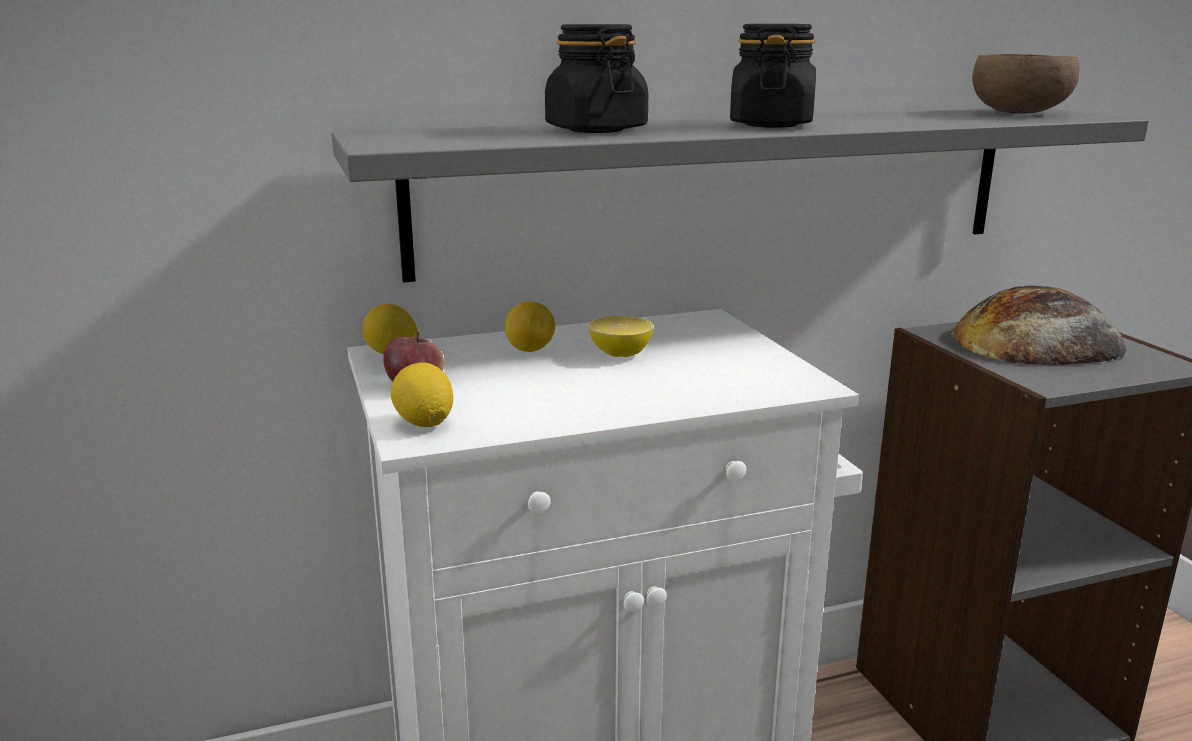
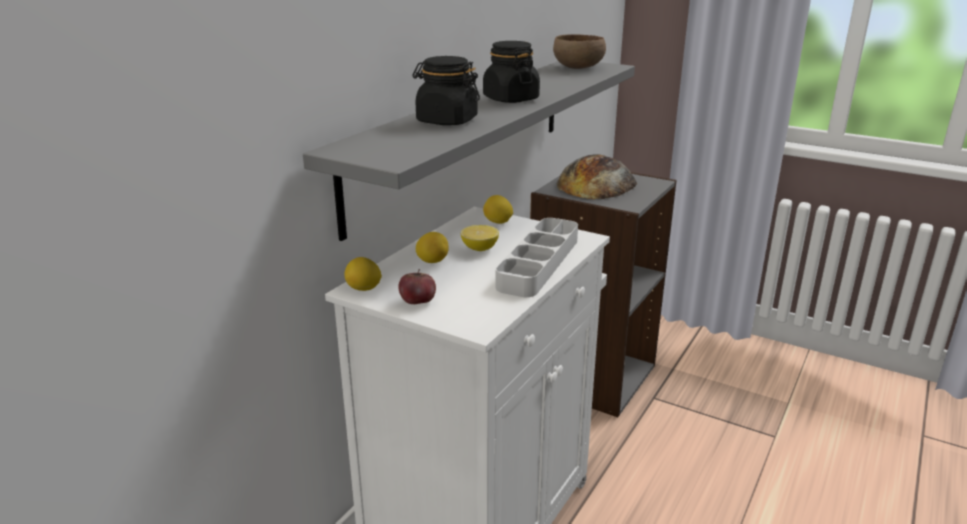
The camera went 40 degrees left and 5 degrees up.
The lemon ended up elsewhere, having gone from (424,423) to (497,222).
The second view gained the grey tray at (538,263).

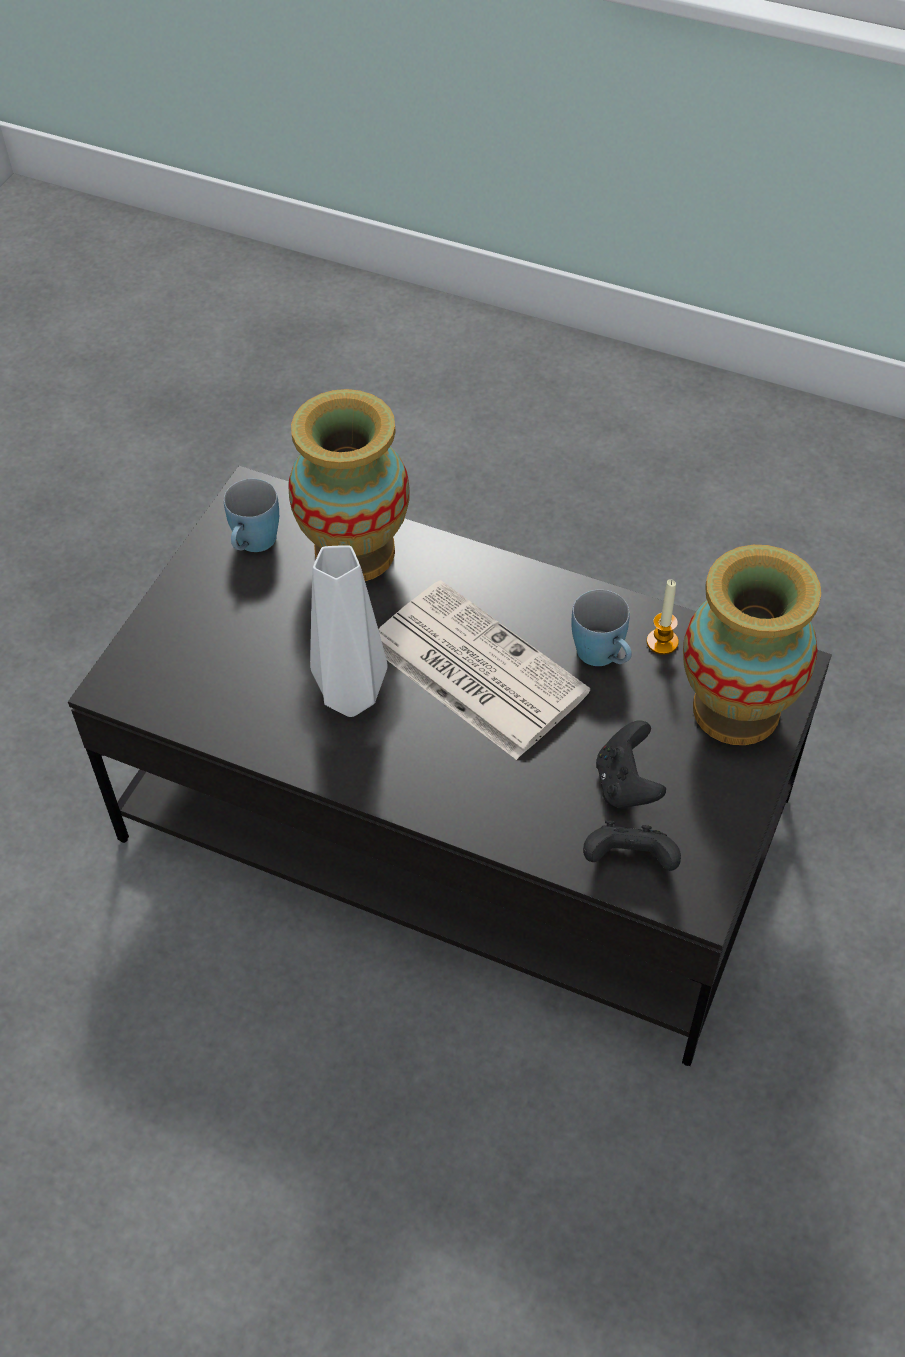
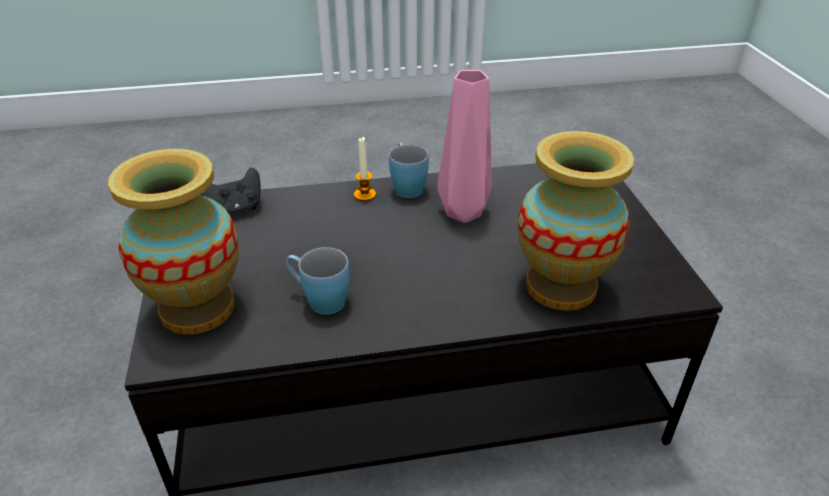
The camera went 145 degrees right and 15 degrees down.
The blue mug ended up elsewhere, having gone from (253,545) to (406,186).
What was the white vase at (351,694) turned into the pink vase at (465,214).
The second view lost the newspaper at (473,669).
The second view lost the black game controller at (626,784).
The candle ended up elsewhere, having gone from (662,642) to (364,195).

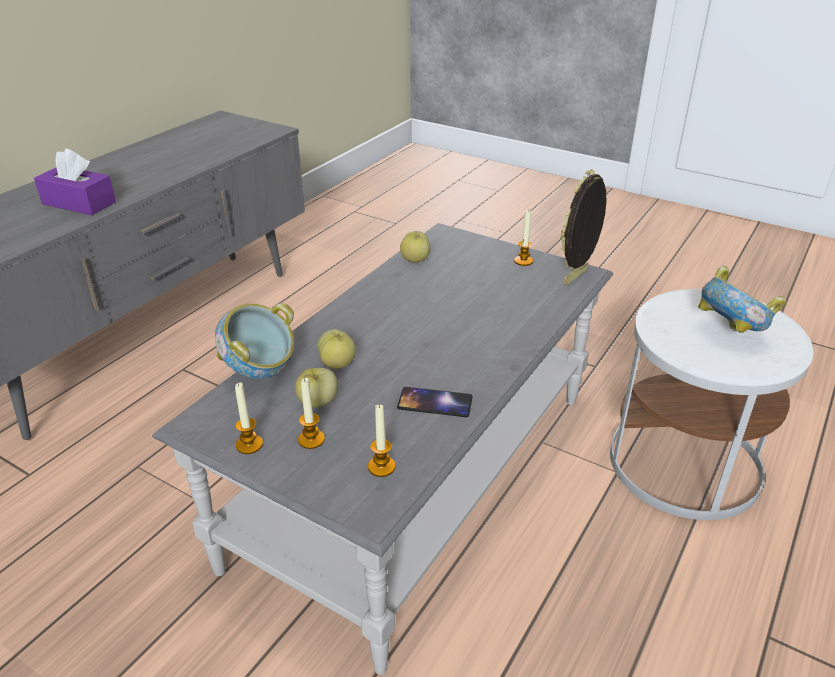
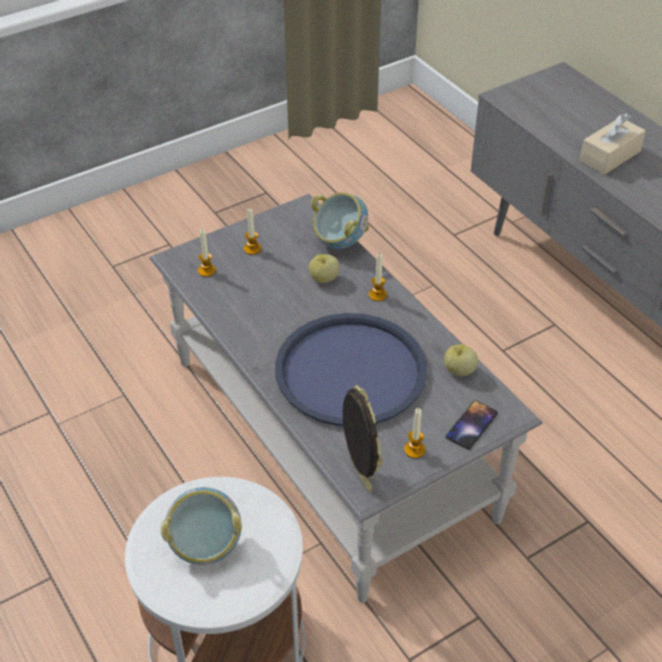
The camera went 115 degrees right and 10 degrees up.
What was the purple tissue box at (79,203) turned into the beige tissue box at (610,156).
The candle ended up elsewhere, having gone from (249,445) to (377,295).
The second view lost the apple at (317,402).
The phone ended up elsewhere, having gone from (435,403) to (471,425).
The second view gained the blue tray at (350,370).

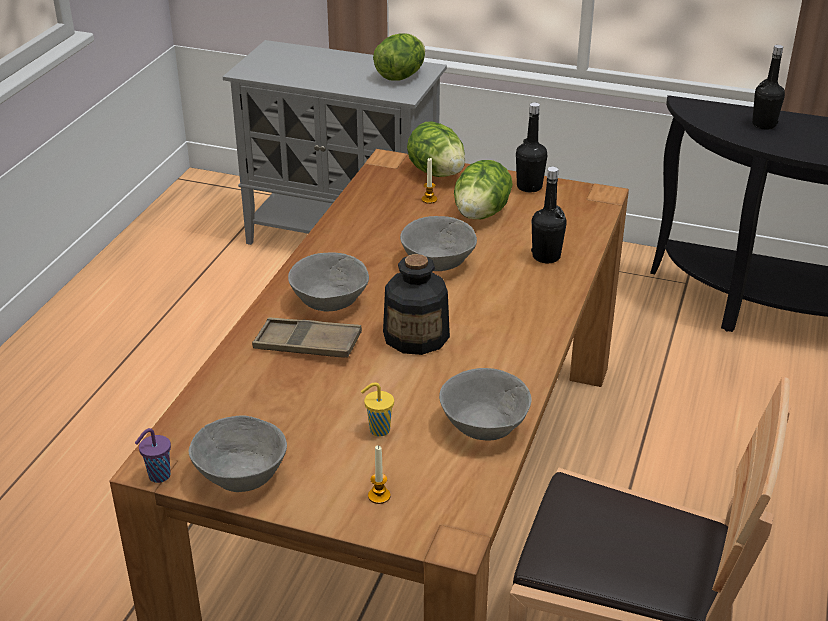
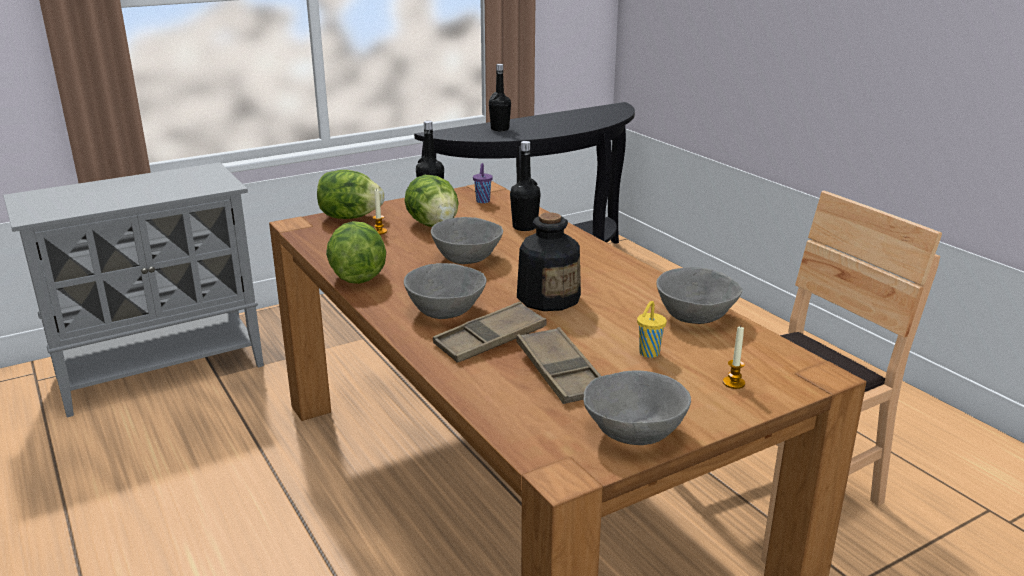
The camera went 50 degrees left and 10 degrees down.
The purple cup ended up elsewhere, having gone from (158,476) to (482,201).
The lettuce ended up elsewhere, having gone from (400,76) to (357,276).
The second view gained the brown tray at (561,372).

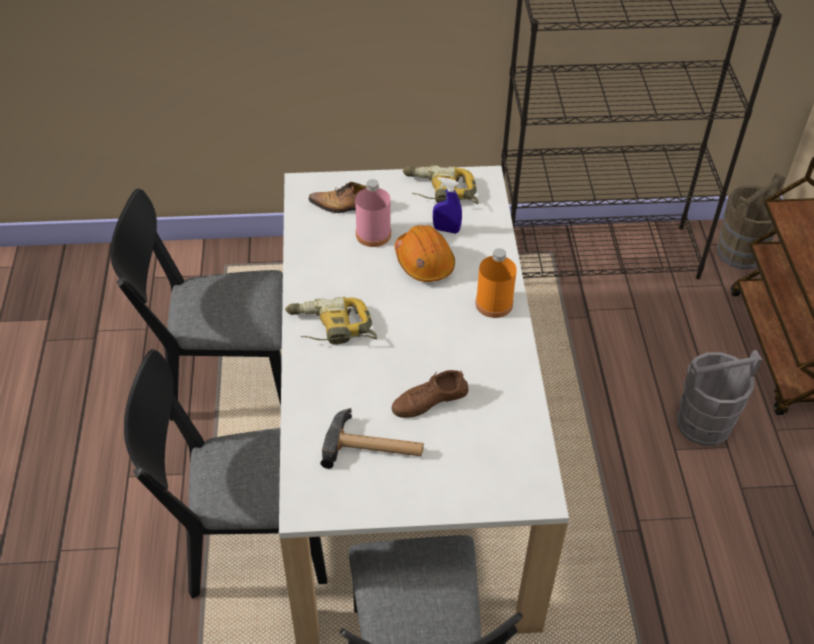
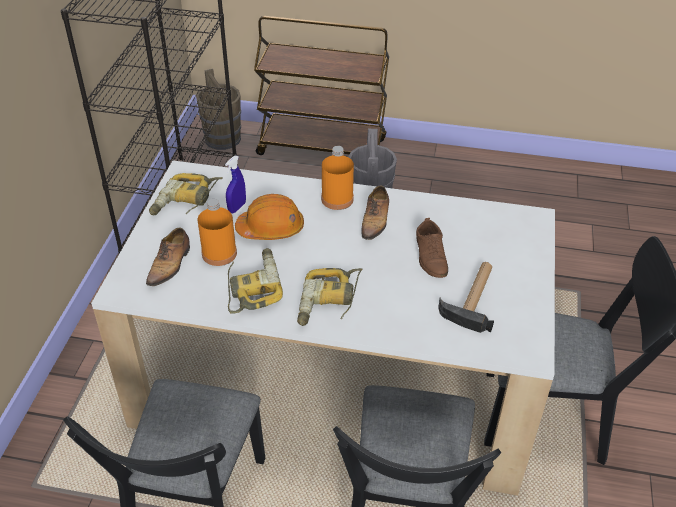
The camera went 75 degrees left and 5 degrees down.
What was the pink bottle at (373,234) turned into the orange bottle at (219,253).
The second view gained the power drill at (252,286).
The second view gained the shoe at (375,221).

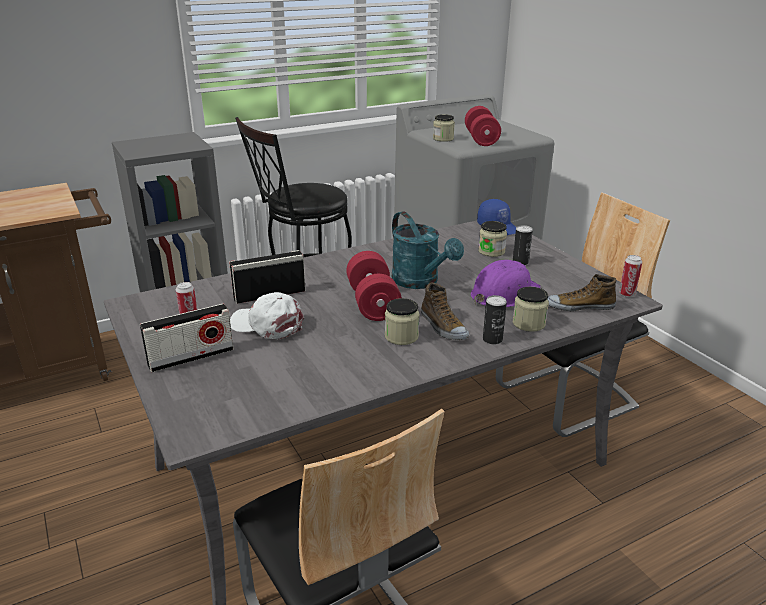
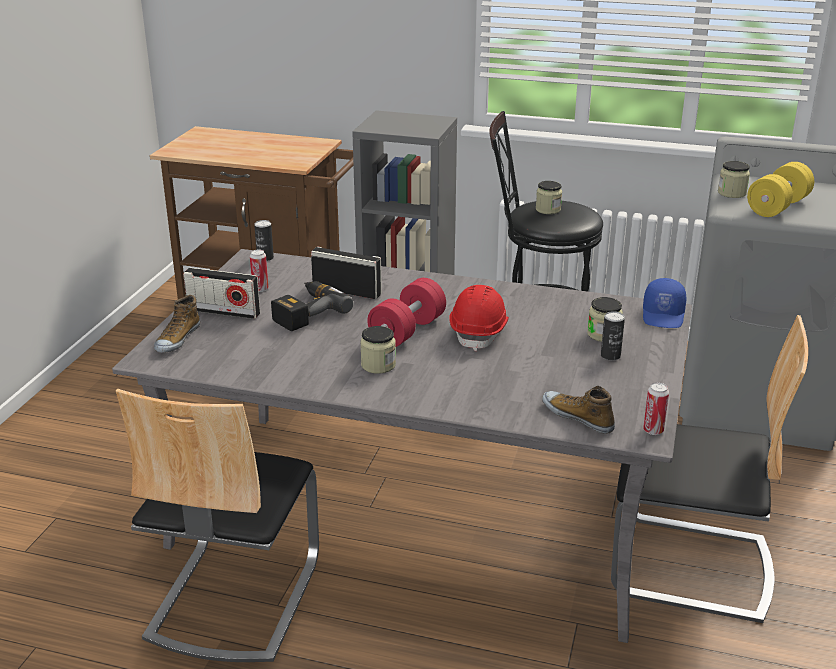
The camera went 45 degrees right and 0 degrees up.
Where the white cap stood at (267,324), the power drill came to stand at (305,312).
Where the turquoise watering can stood at (420,282), the red hard hat came to stand at (479,332).
The shoe ended up elsewhere, having gone from (443,327) to (177,339).
What was the red dumbbell at (481,139) turned into the yellow dumbbell at (777,207).
The second view lost the purple hard hat at (503,294).
The can ended up elsewhere, having gone from (492,339) to (265,258).
The jar ended up elsewhere, having gone from (528,323) to (548,209).

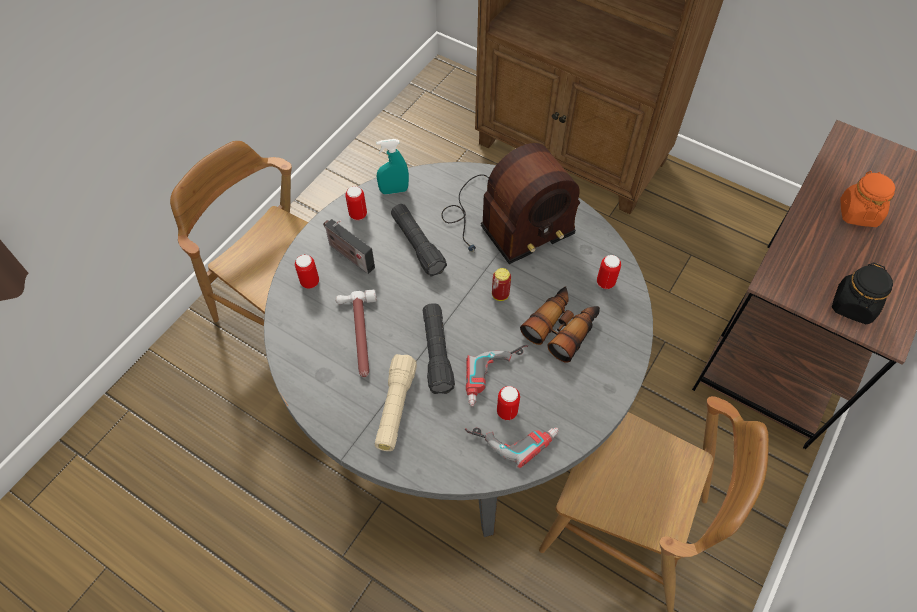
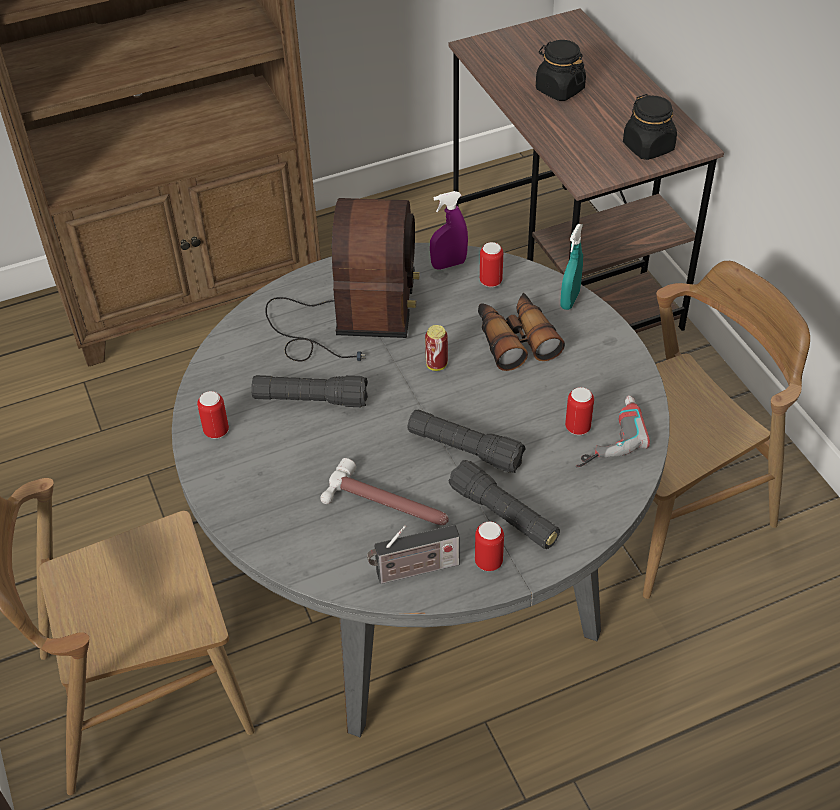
The camera went 55 degrees left and 10 degrees down.
The can ended up elsewhere, having gone from (310,282) to (488,562).
The radio ended up elsewhere, having gone from (349,255) to (414,570).
What was the beige flashlight at (395,407) turned into the black flashlight at (504,515).
The turquoise spray bottle ended up elsewhere, having gone from (394,190) to (570,300).
The second view lost the power drill at (497,378).
What was the orange jar at (858,213) turned into the black jar at (559,89).
The second view gained the purple spray bottle at (448,264).

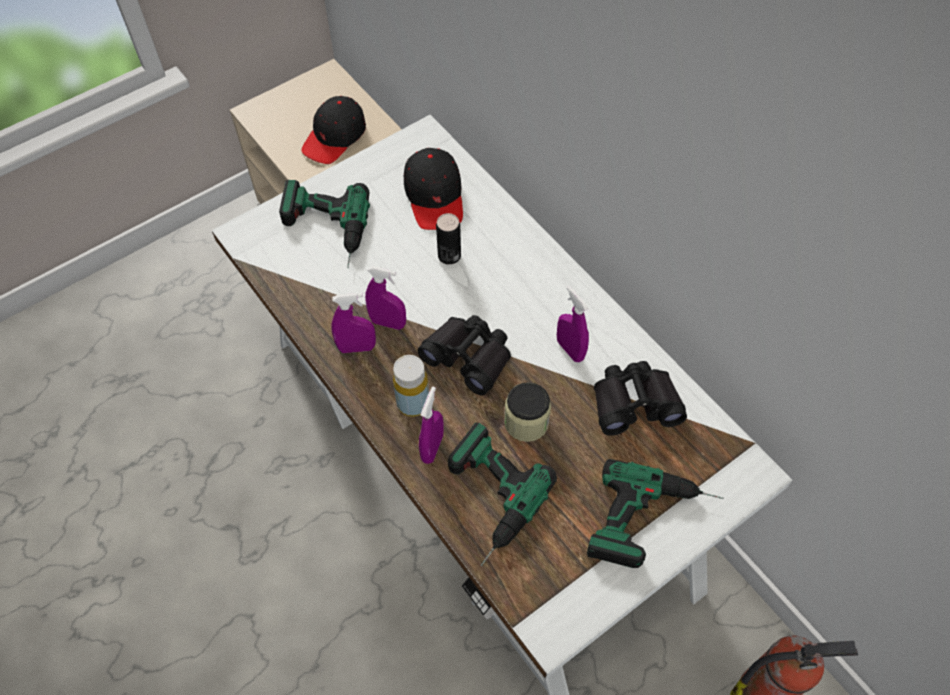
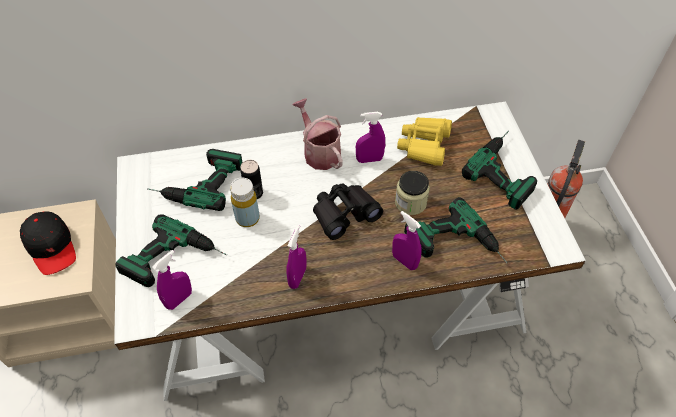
The camera went 65 degrees left and 5 degrees down.
The purple spray bottle ended up elsewhere, having gone from (388,323) to (179,299).
The yellow bottle ended up elsewhere, having gone from (413,403) to (247,218).
Where the black cap stood at (435,196), the power drill came to stand at (196,182).
What was the black binoculars at (634,403) turned into the yellow binoculars at (424,145).
The second view gained the watering can at (319,152).

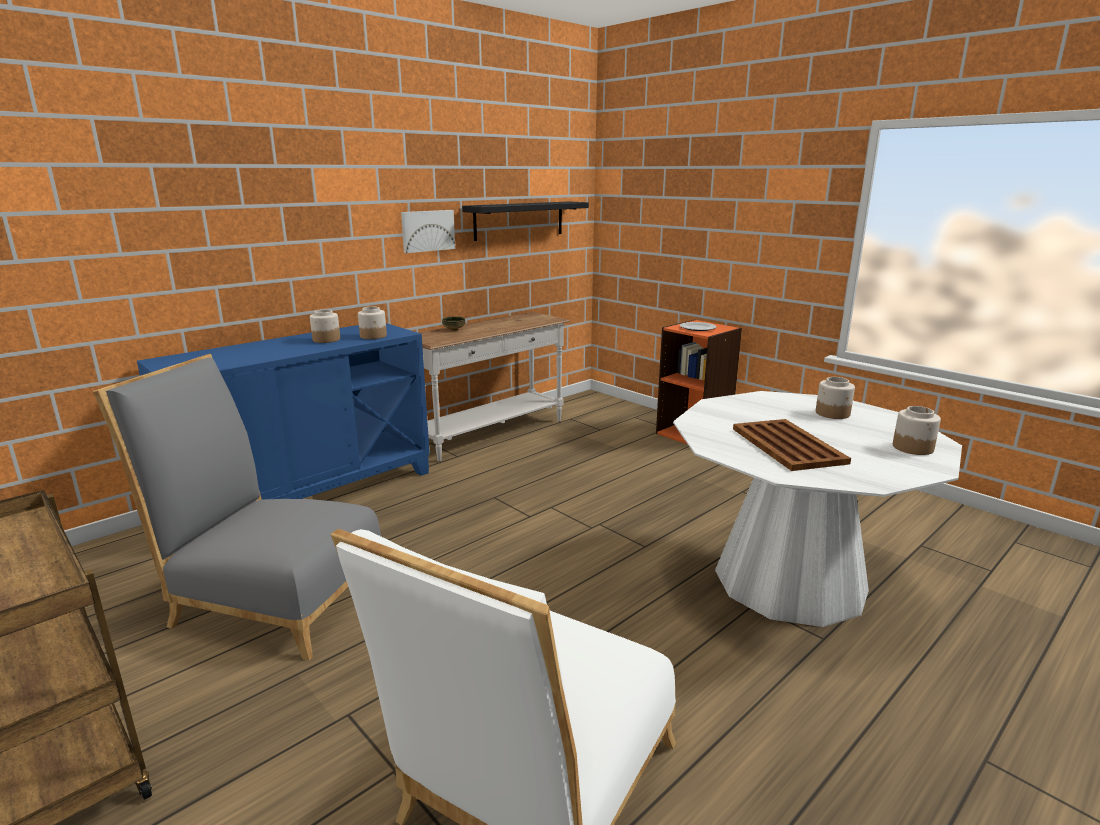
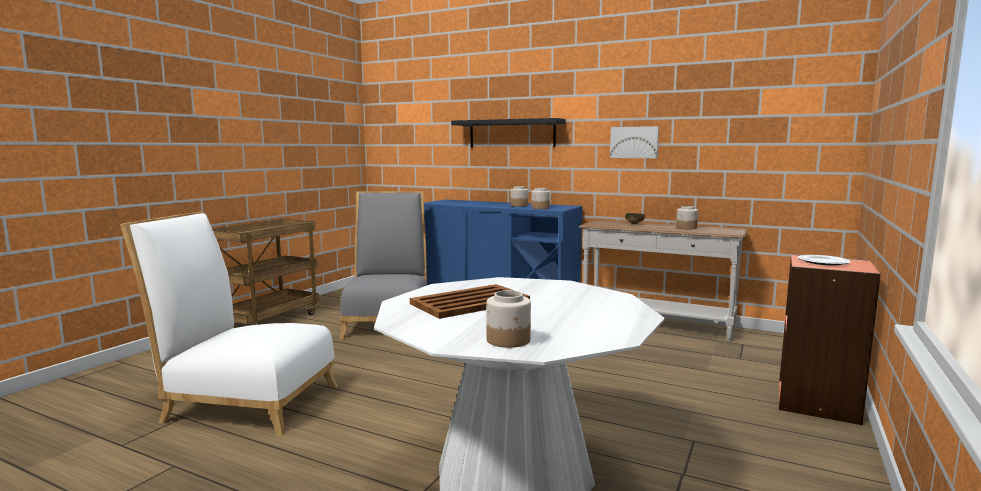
The camera went 70 degrees right and 10 degrees down.
The black shelf ended up elsewhere, having gone from (519,220) to (511,133).
The jar ended up elsewhere, having gone from (833,413) to (686,228).

